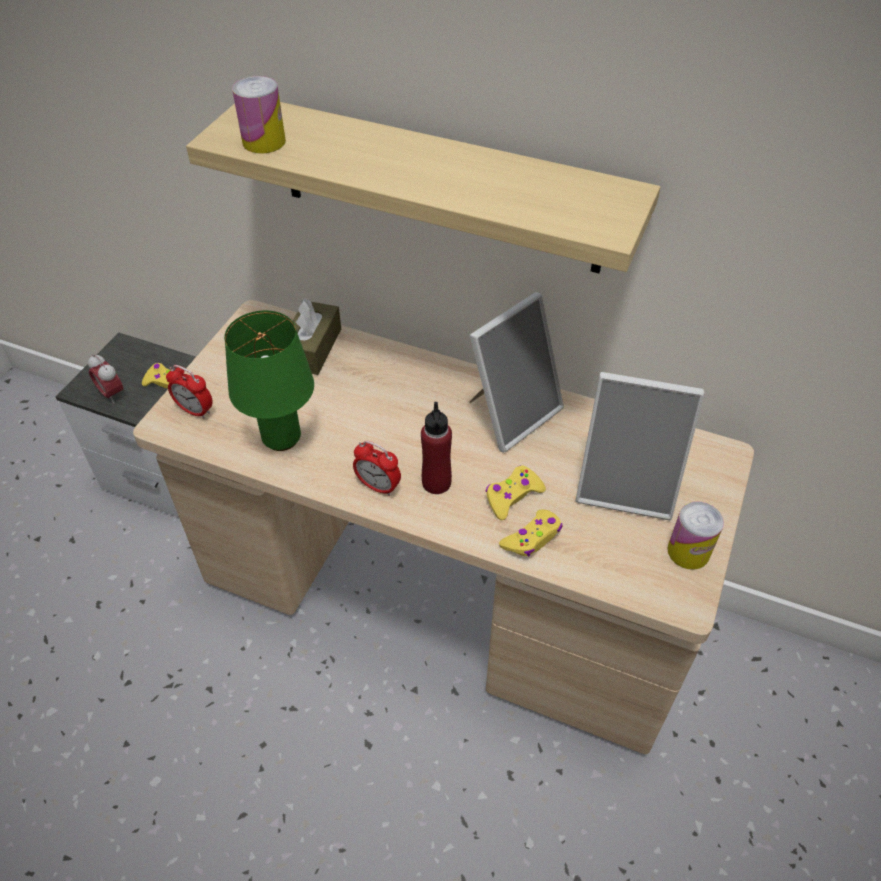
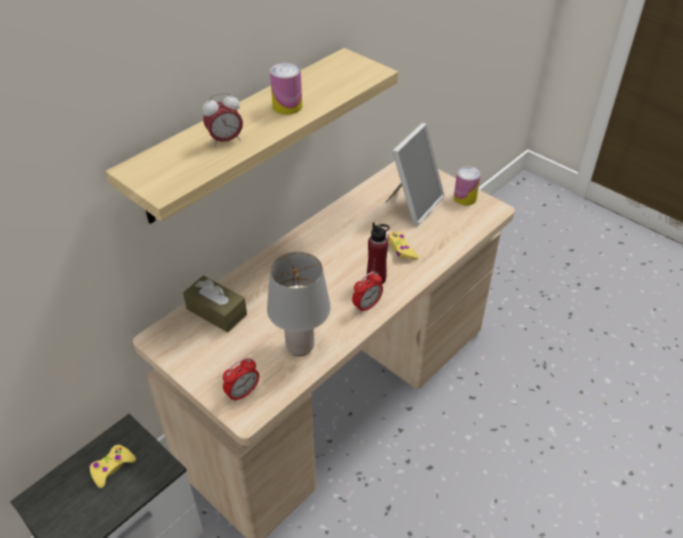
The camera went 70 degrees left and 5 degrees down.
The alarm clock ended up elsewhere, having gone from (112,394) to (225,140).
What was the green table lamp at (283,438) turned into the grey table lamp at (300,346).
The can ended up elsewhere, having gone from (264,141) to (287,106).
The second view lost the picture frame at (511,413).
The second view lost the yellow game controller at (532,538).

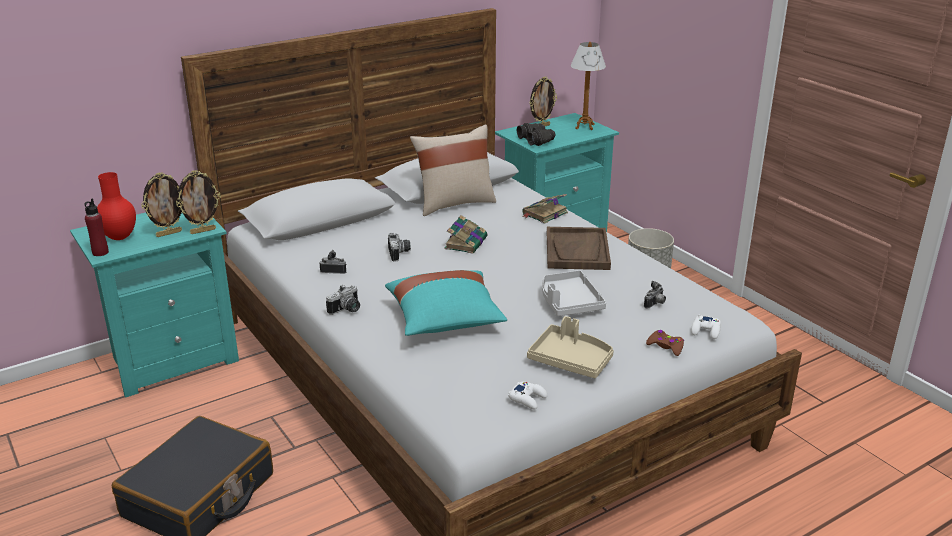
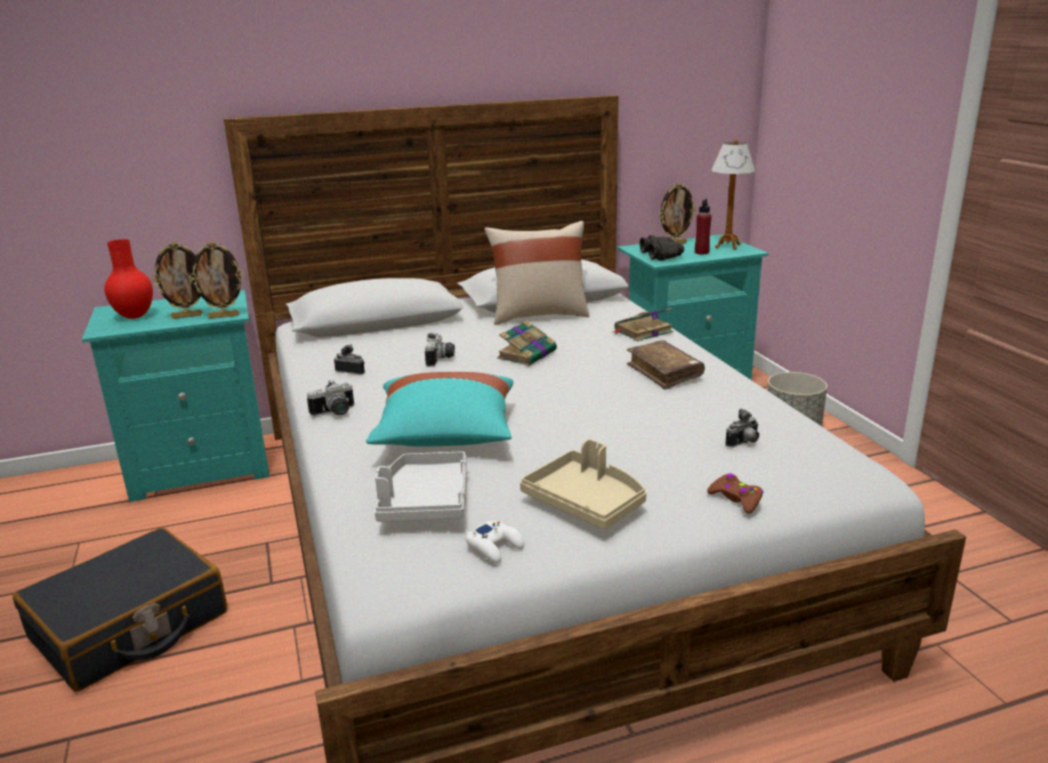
The camera went 15 degrees right and 5 degrees down.
The red bottle ended up elsewhere, having gone from (100,252) to (701,252).
The grey tray ended up elsewhere, having gone from (569,302) to (424,501).
Where the brown tray stood at (577,251), the brown book came to stand at (664,373).
The second view lost the white game controller at (706,330).

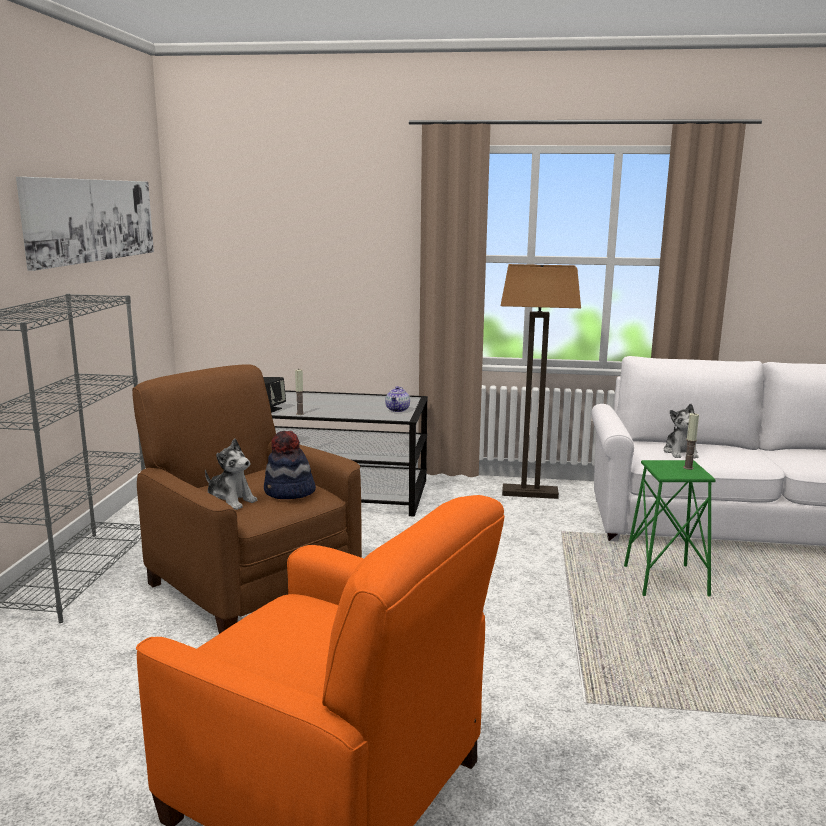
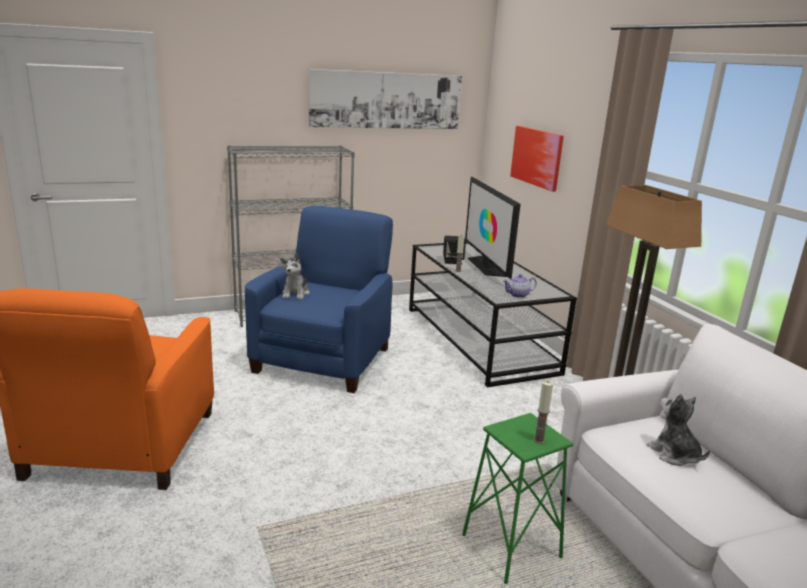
The camera went 60 degrees right and 5 degrees up.
What was the brown armchair at (251,583) turned into the blue armchair at (324,359).
The second view lost the hat at (289,492).
The plush toy at (680,452) ended up facing another way, 90 degrees clockwise from before.
The second view gained the television at (487,266).
The second view gained the picture at (537,157).

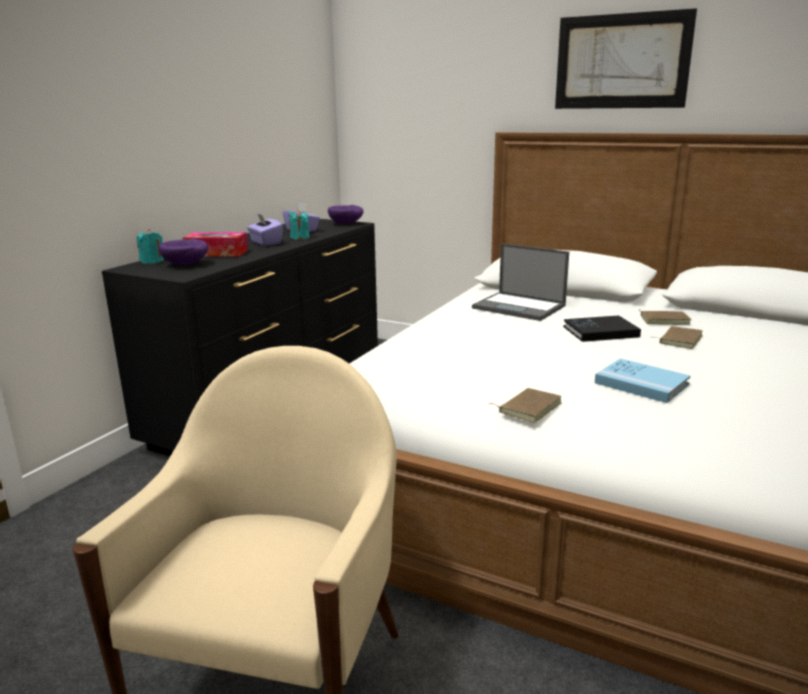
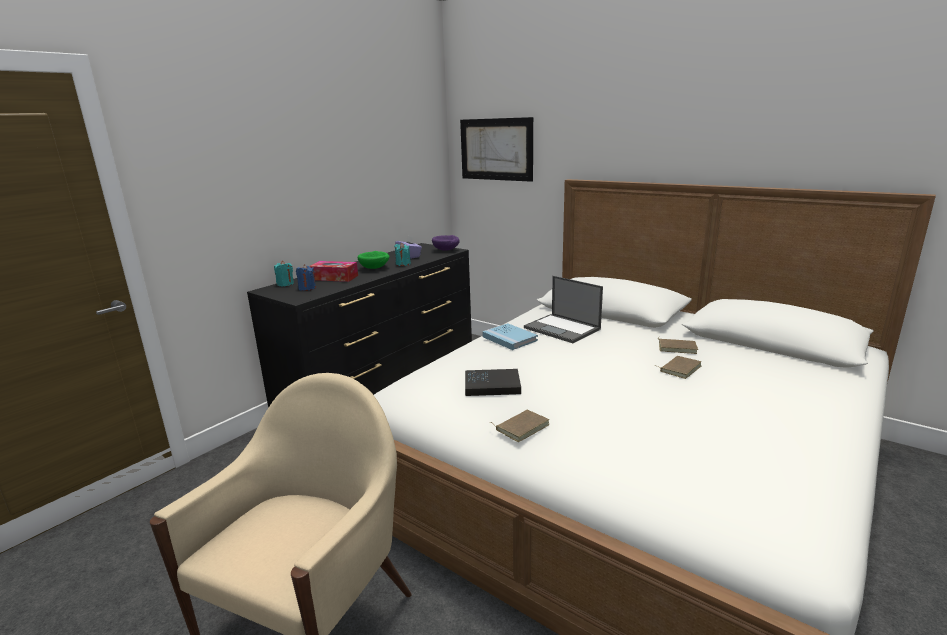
The camera went 10 degrees right and 0 degrees up.
Where the purple bowl stood at (186,264), the blue candle came to stand at (307,288).
Where the purple tissue box stood at (265,243), the green bowl came to stand at (375,268).
The picture ended up elsewhere, having gone from (621,61) to (496,149).
The black book ended up elsewhere, having gone from (600,332) to (492,385).
The blue book ended up elsewhere, having gone from (641,384) to (509,338).

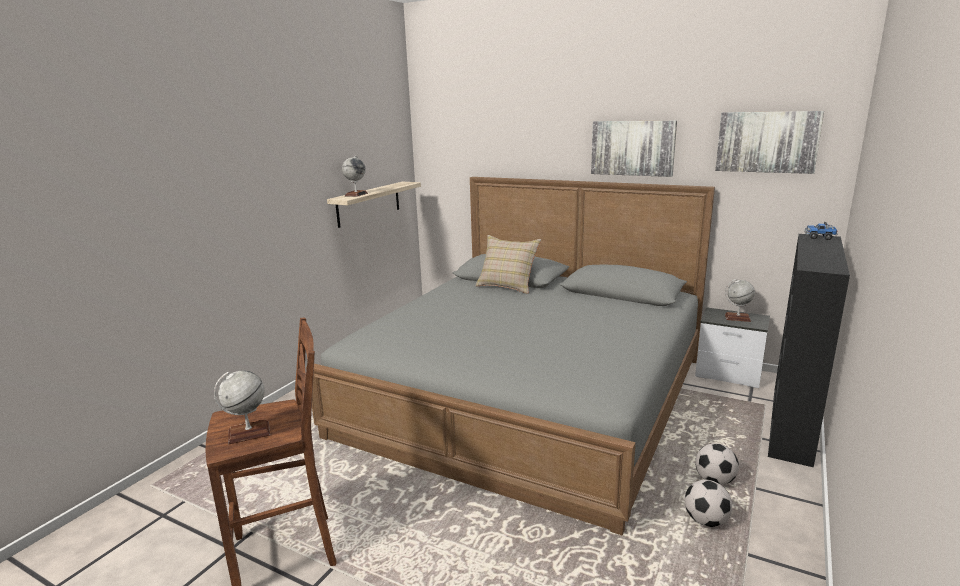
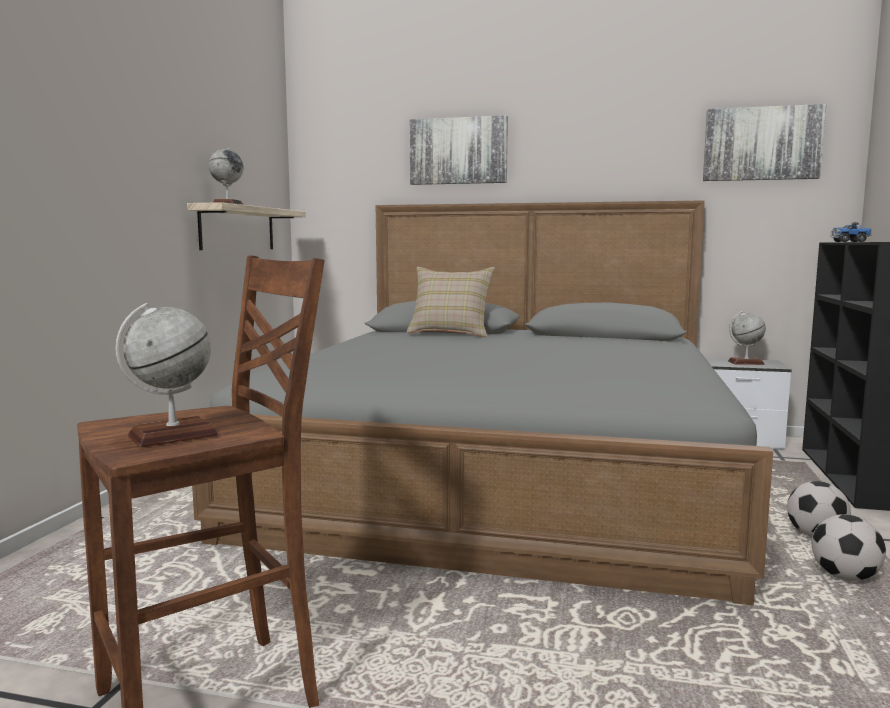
The camera went 15 degrees left and 10 degrees down.
The picture ended up elsewhere, having gone from (632,148) to (458,151).

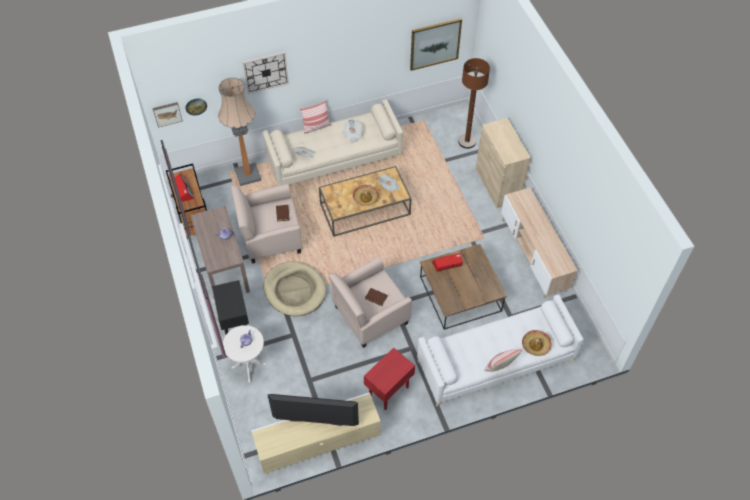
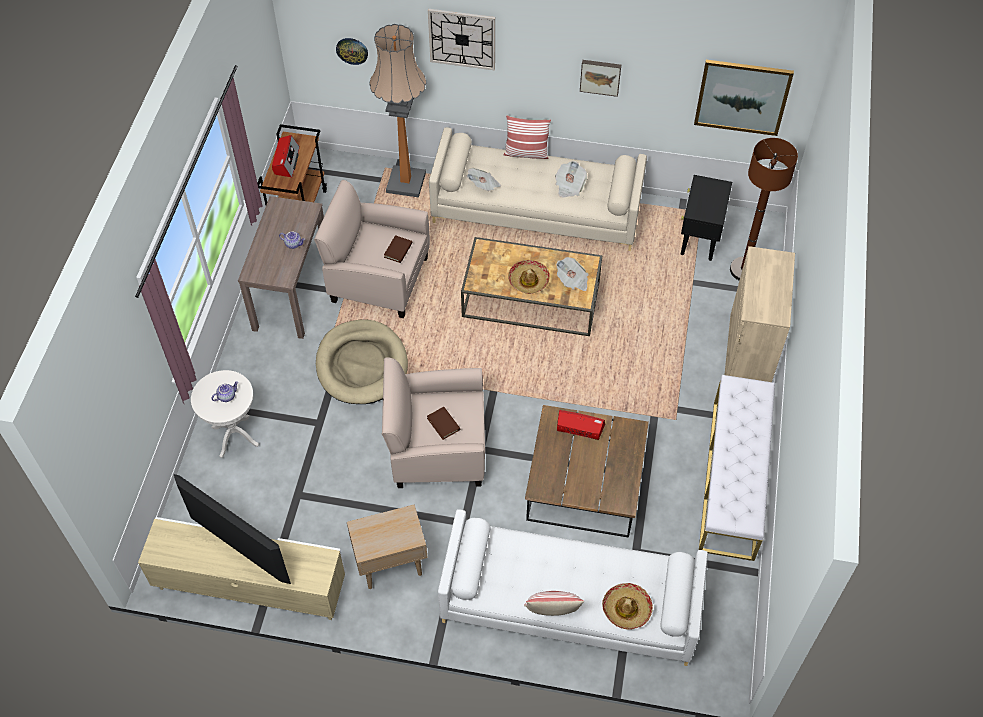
The camera went 30 degrees right and 0 degrees up.
The picture ended up elsewhere, having gone from (167,113) to (600,76).
The black side table ended up elsewhere, having gone from (235,323) to (699,241).
What was the red side table at (388,391) turned into the beige side table at (390,566).
Where the beige tv stand stood at (533,254), the white bench came to stand at (733,479).

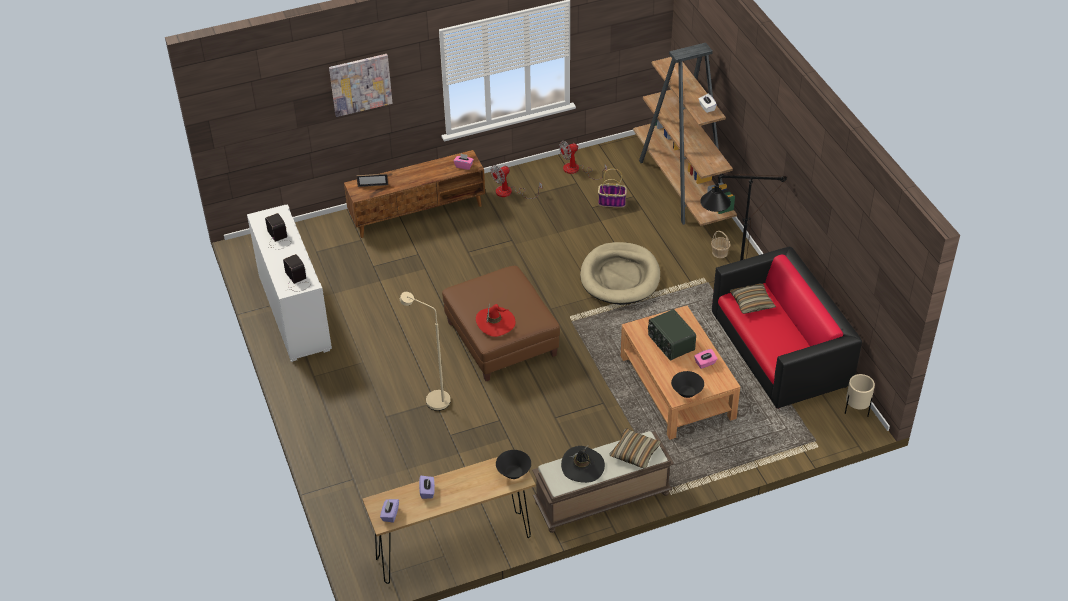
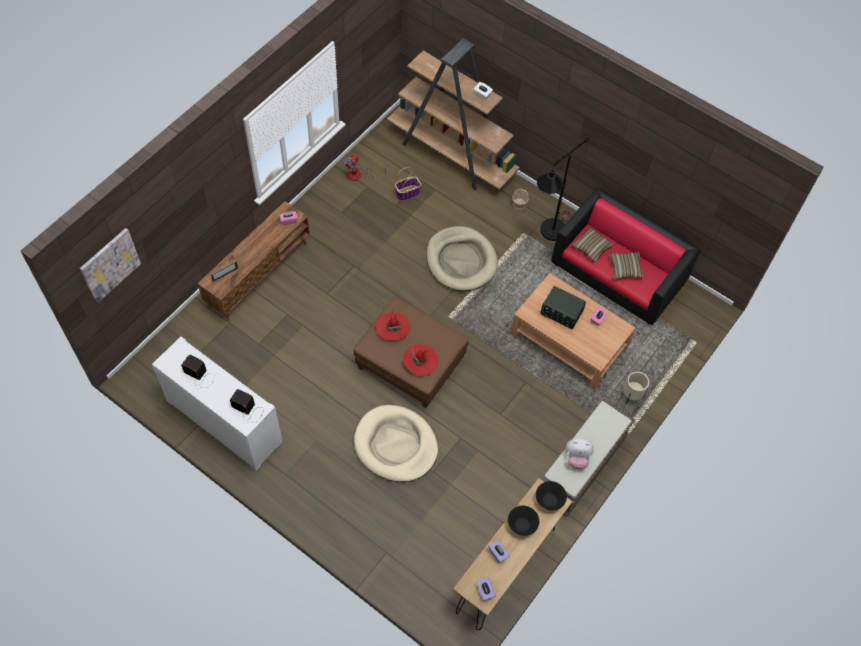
The camera went 35 degrees left and 15 degrees up.
The picture ended up elsewhere, having gone from (360,84) to (110,265).
Where the beige floor lamp stood at (432,398), the beige dog bed came to stand at (396,445).
The second view lost the fan at (509,192).
Where the black hat stood at (582,466), the plush toy came to stand at (577,458).
The pillow ended up elsewhere, having gone from (635,453) to (625,268).
The black bowl ended up elsewhere, having gone from (687,392) to (522,525).
The beige planter ended up elsewhere, having gone from (856,411) to (631,397).
The second view gained the red hat at (393,327).

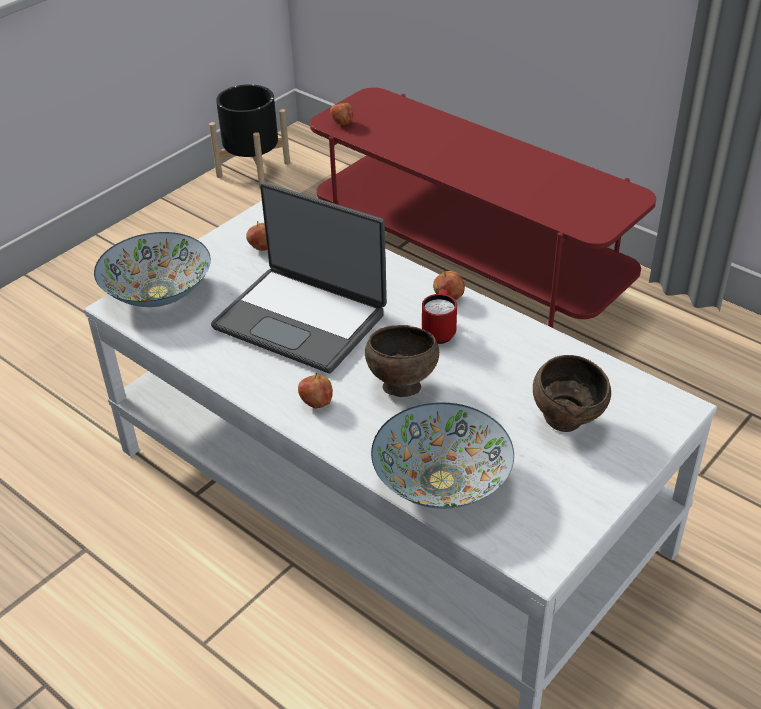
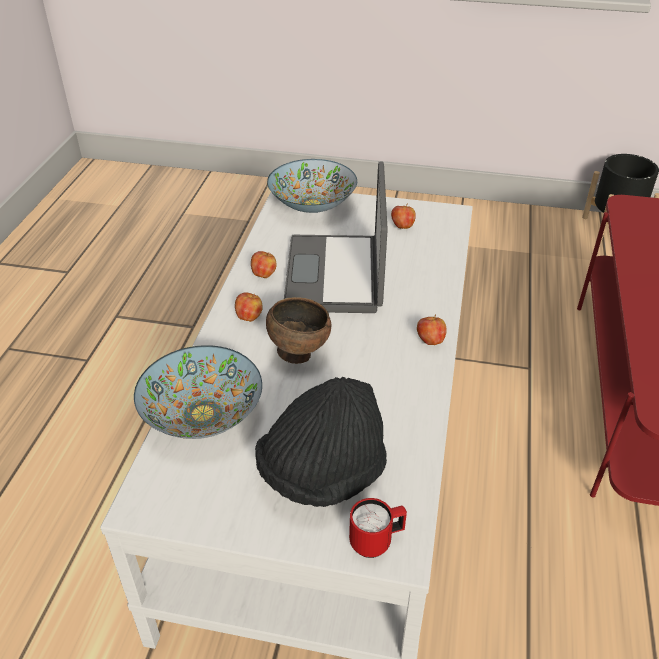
The camera went 60 degrees right and 0 degrees up.
The apple ended up elsewhere, having gone from (342,123) to (264,274).
The red mug ended up elsewhere, having gone from (440,331) to (376,541).
Where the brown bowl stood at (567,422), the black hat came to stand at (323,472).

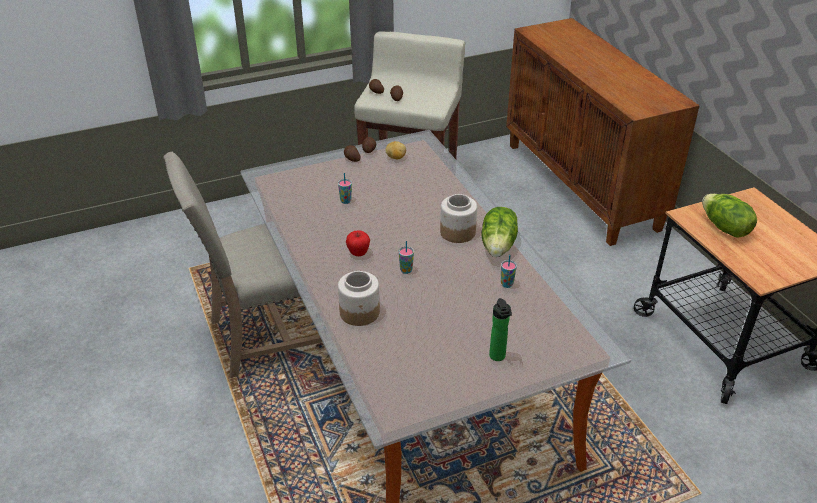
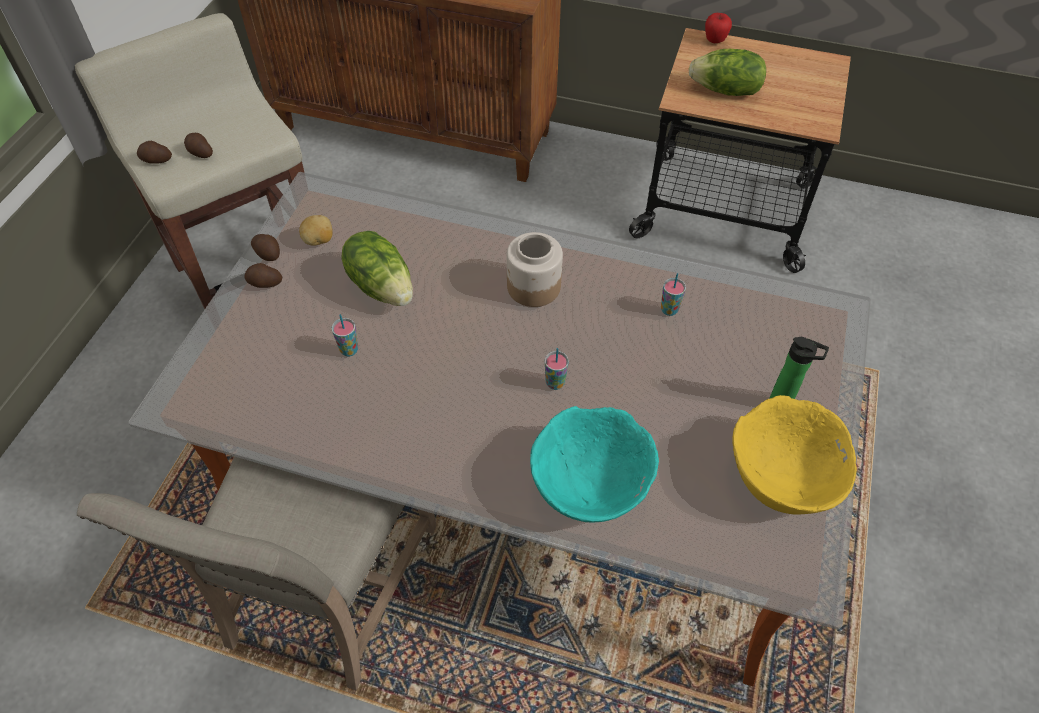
The camera went 50 degrees left and 15 degrees up.
Where the jar stood at (360,312), the turquoise bowl came to stand at (591,484).
The apple ended up elsewhere, having gone from (358,253) to (715,41).
The lettuce ended up elsewhere, having gone from (499,246) to (382,286).
The second view gained the yellow bowl at (784,475).

